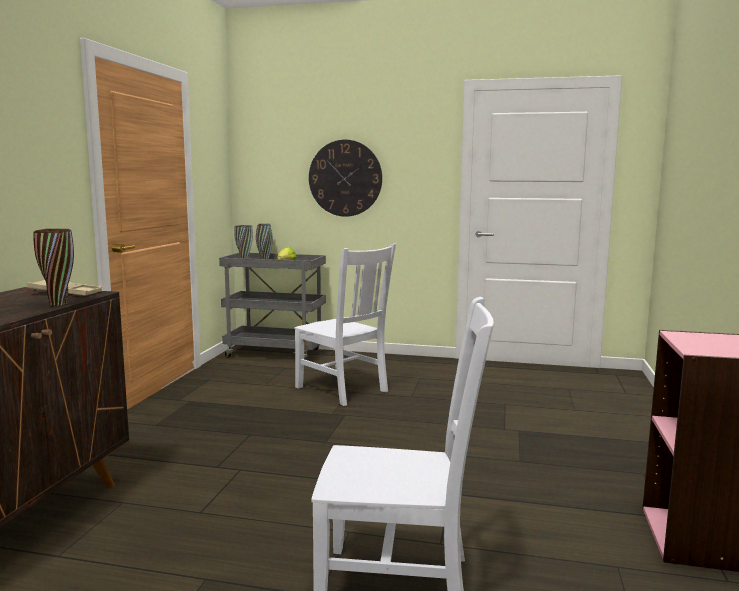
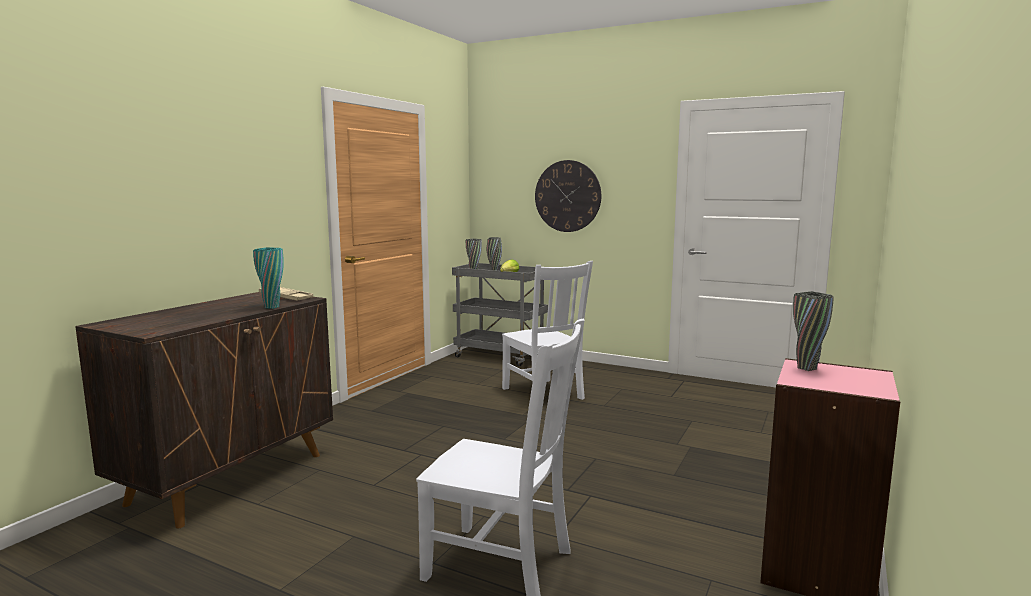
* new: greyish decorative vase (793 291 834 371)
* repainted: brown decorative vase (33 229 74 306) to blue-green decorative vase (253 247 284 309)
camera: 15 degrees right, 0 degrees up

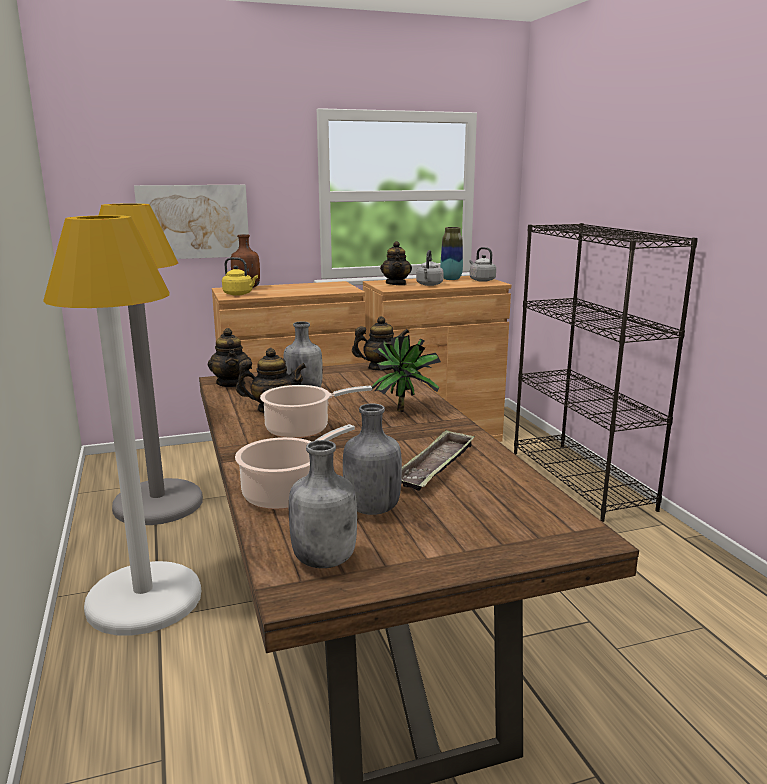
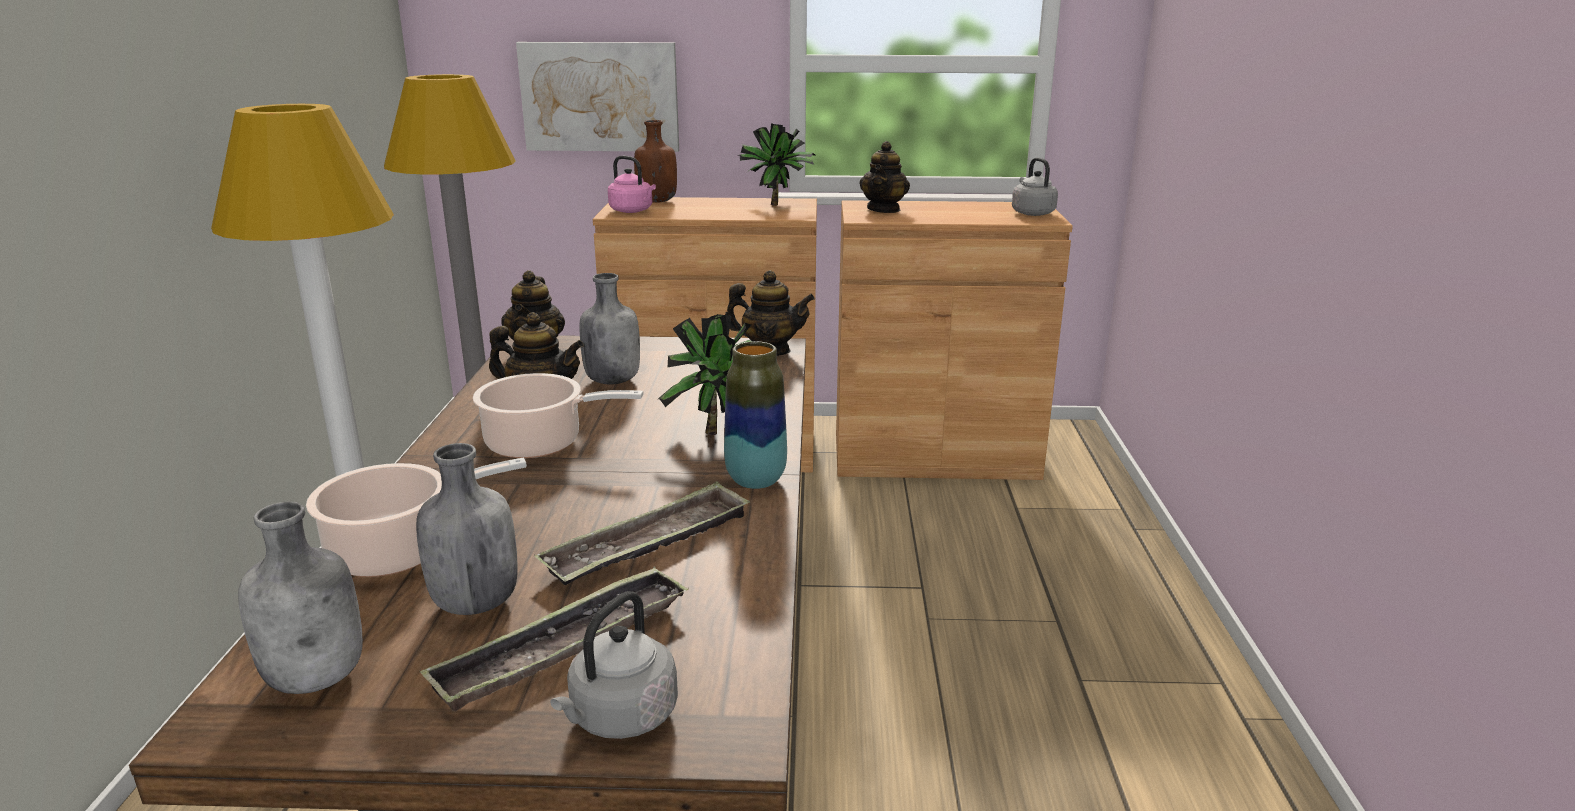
* gone: black bookcase (514 223 698 522)
* new: carrying tray (420 566 689 711)
* new: houseplant (737 123 816 206)
* shifted: greyish tea kettle (416 250 444 286) to (550 591 678 739)
* shifted: decorative vase (440 227 463 280) to (724 341 787 489)
* repainted: yellow-coloured tea kettle (222 257 258 296) to pink-coloured tea kettle (608 156 656 213)
camera: 20 degrees right, 5 degrees up

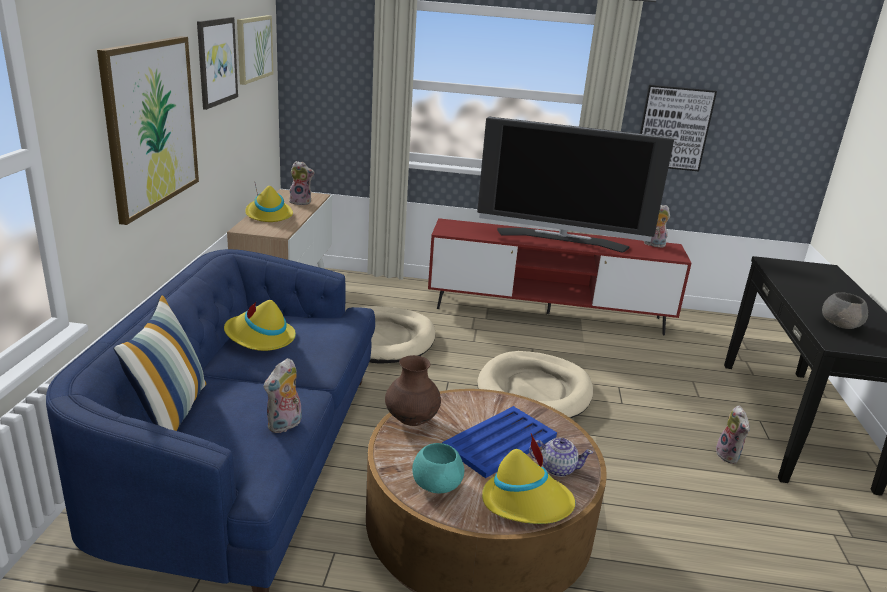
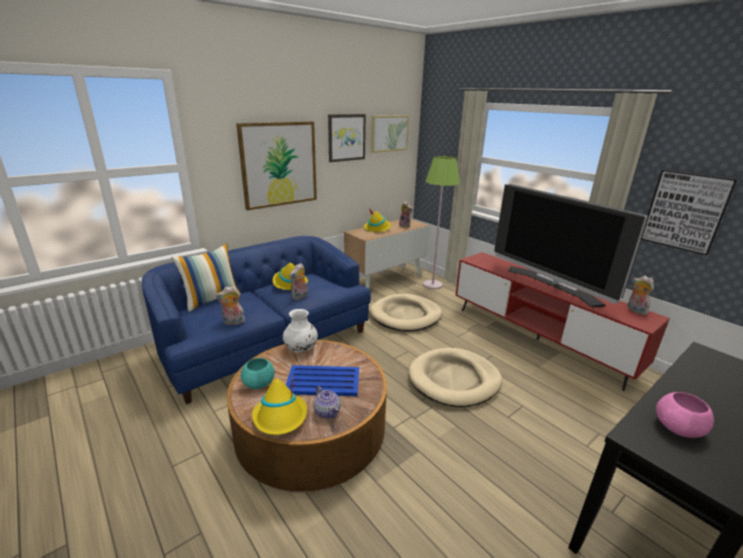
* new: green standing lamp (423 156 460 289)
* shifted: plush toy (716 406 750 464) to (289 263 308 300)
* repainted: brown decorative vase (385 355 441 426) to whitish decorative vase (283 309 318 353)
* repainted: greyish bowl (822 292 868 329) to pink-coloured bowl (656 392 714 438)
camera: 45 degrees right, 0 degrees up

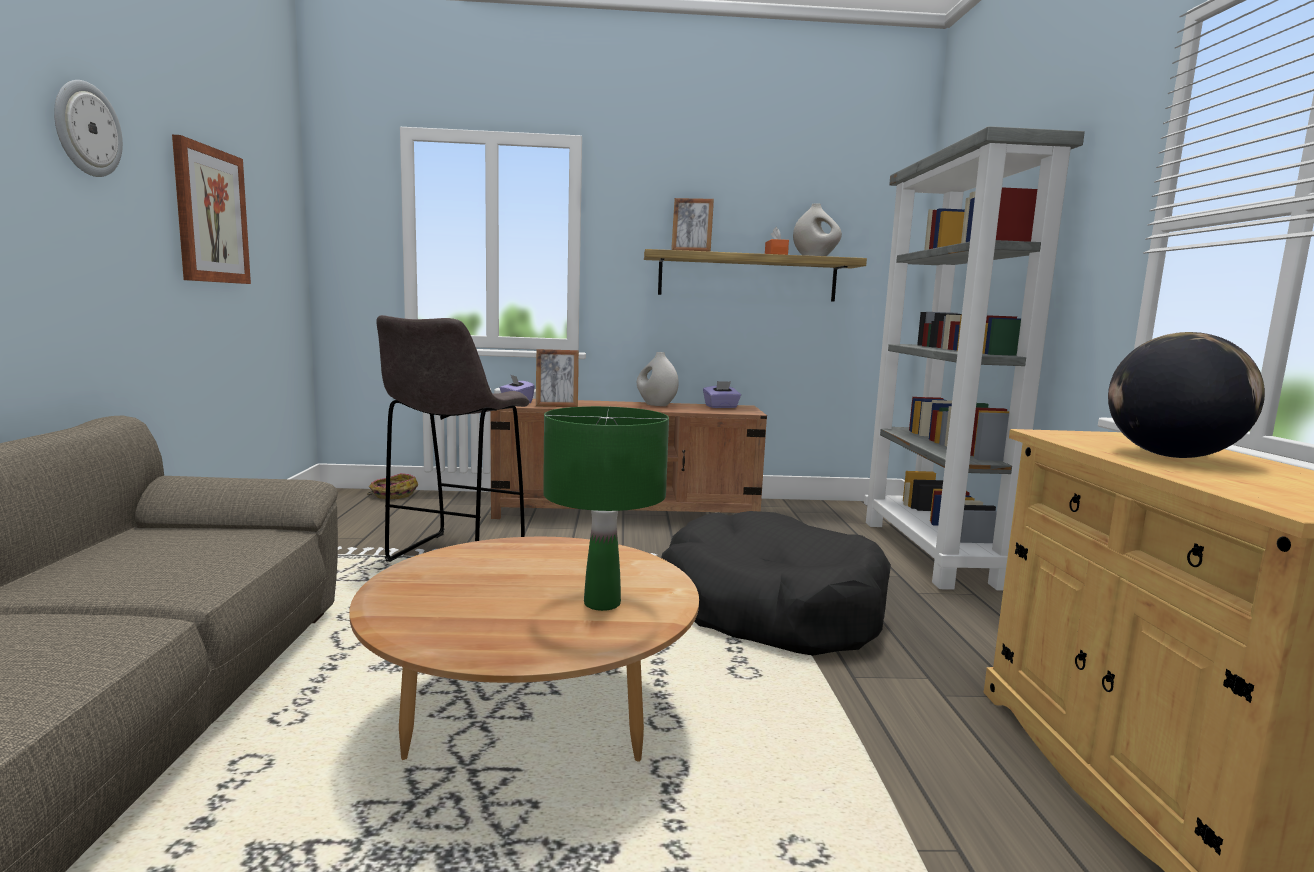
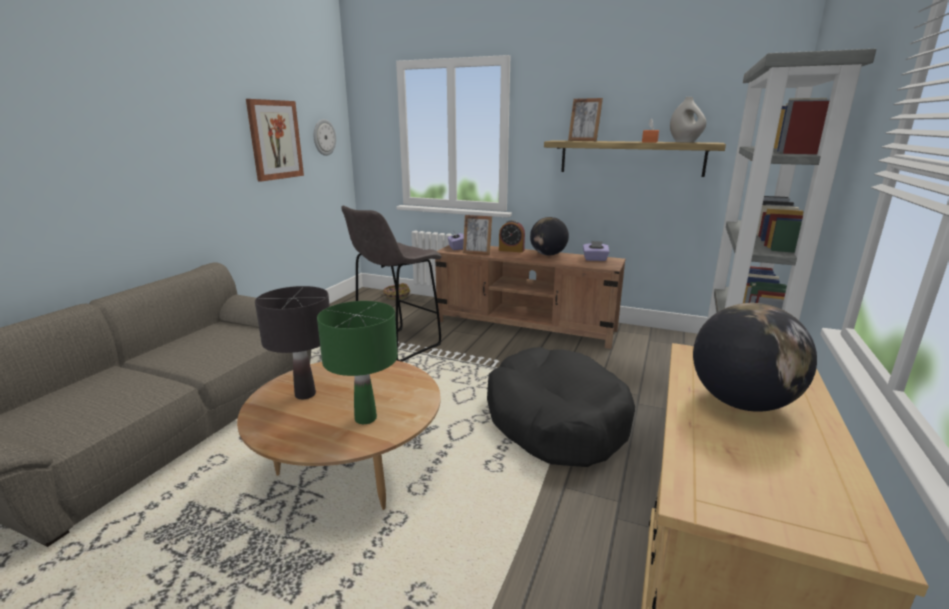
* new: black tabletop lamp (255 286 330 399)
* new: bedside clock (499 220 525 253)
* shifted: hanging clock (54 80 123 177) to (314 119 336 156)
* swapped: whitish decorative vase (637 352 679 406) to world globe (530 217 569 256)
camera: 25 degrees right, 10 degrees up

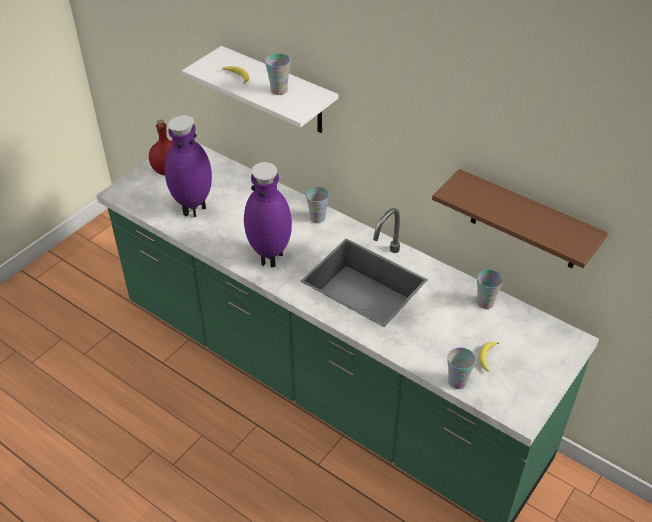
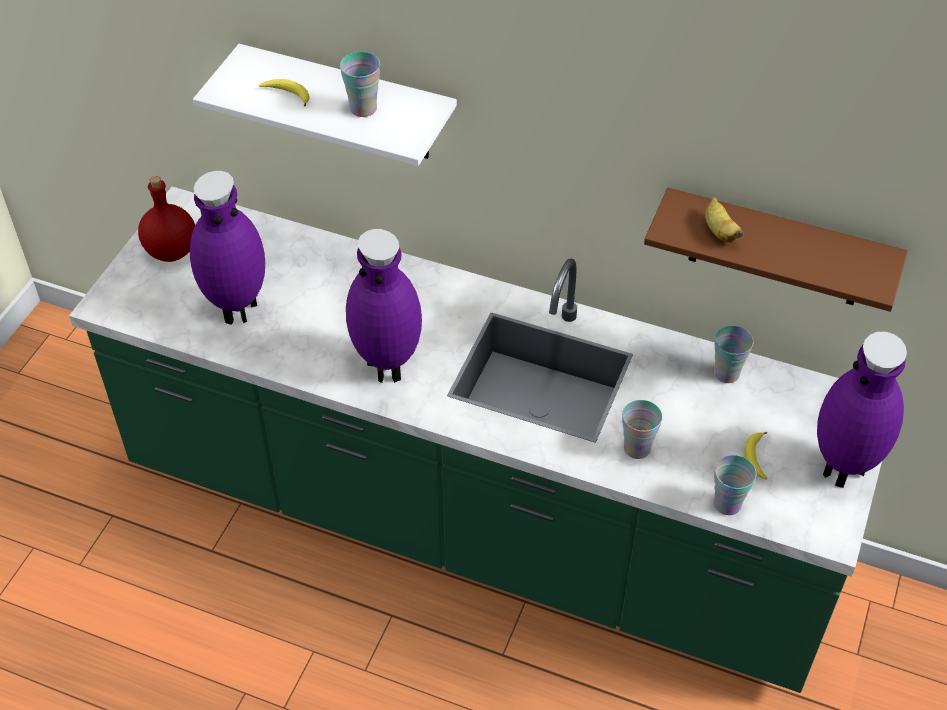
* new: banana fruit (705 197 743 243)
* new: purple-coloured decorative vase (817 332 907 488)
* shifted: small cup (306 187 329 223) to (622 400 662 459)
camera: 15 degrees left, 5 degrees up

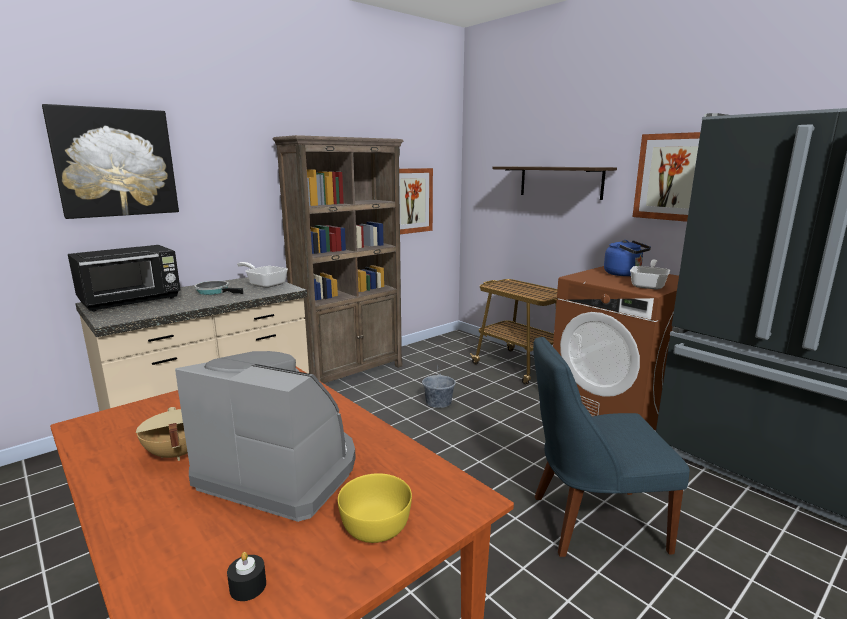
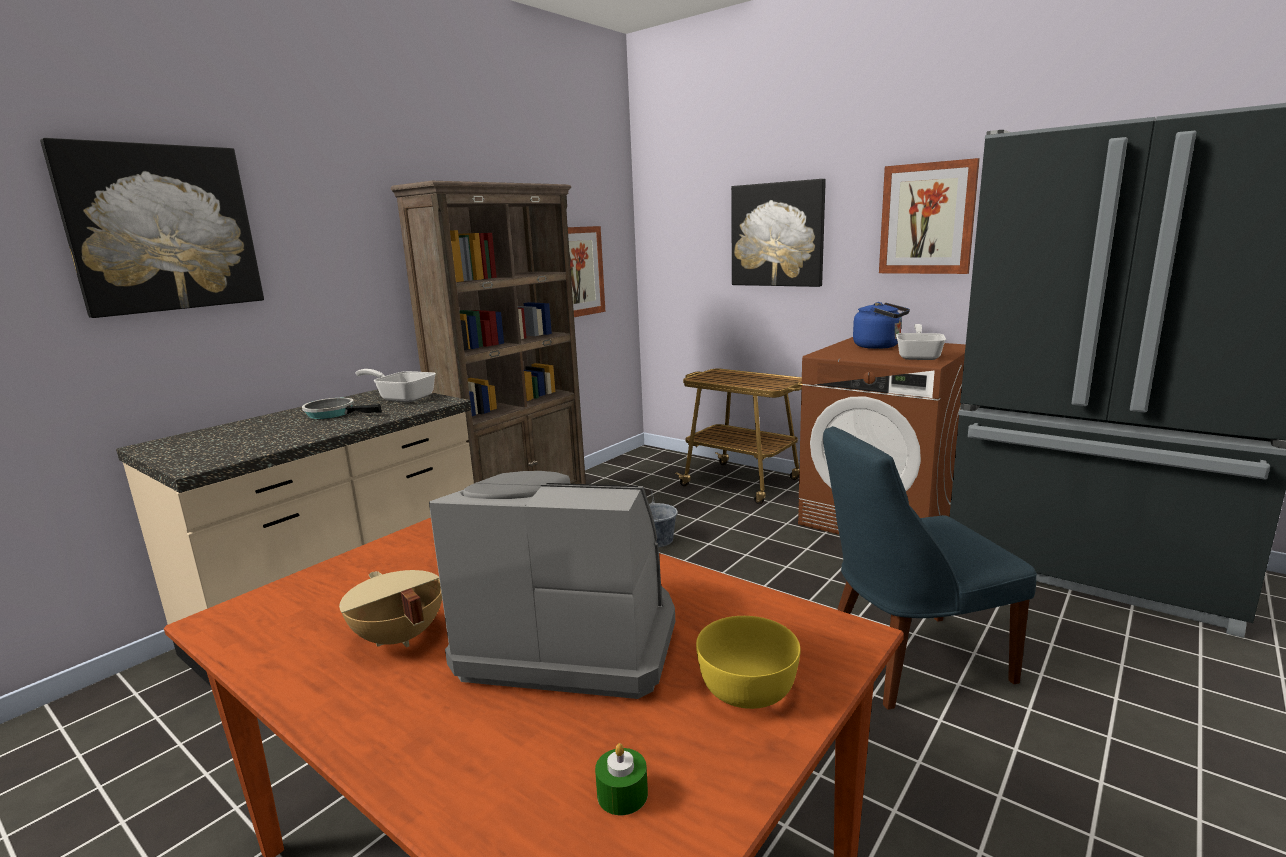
* gone: black microwave oven (68 245 181 312)
* swapped: wall shelf (492 166 617 200) to wall art (731 179 826 287)
* repainted: black wax candle (227 552 266 601) to green wax candle (595 743 648 815)
camera: 10 degrees left, 0 degrees up

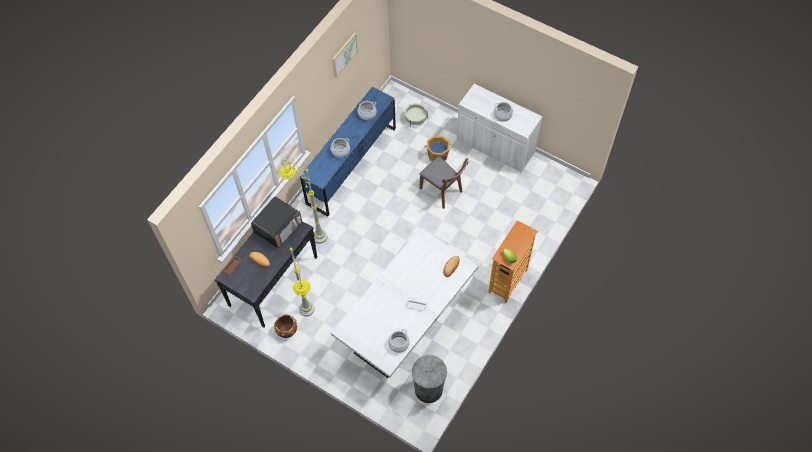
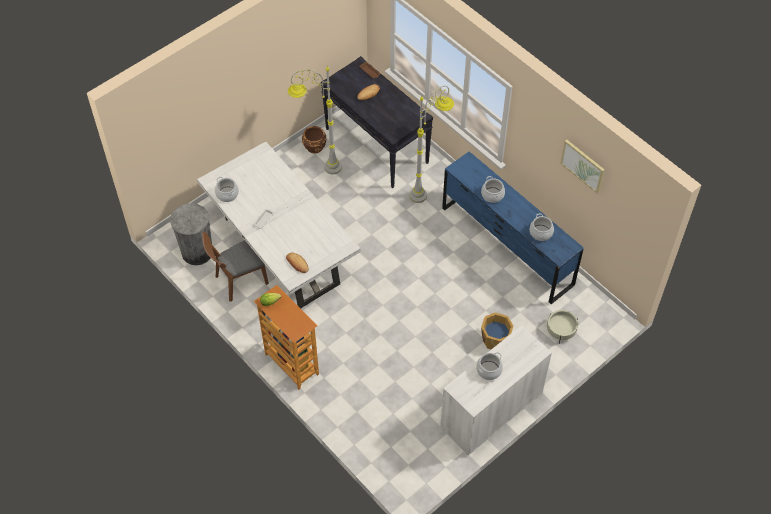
* gone: microwave oven (251 197 302 248)
* shifted: brown upright chair (419 157 469 209) to (202 232 269 302)
camera: 105 degrees right, 5 degrees down

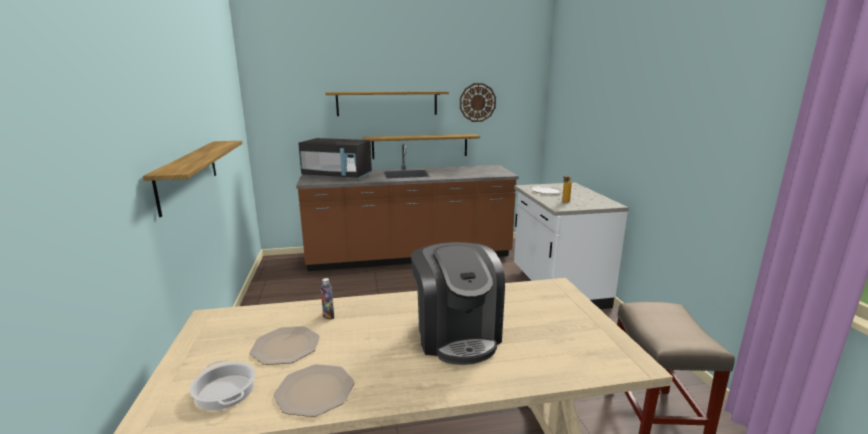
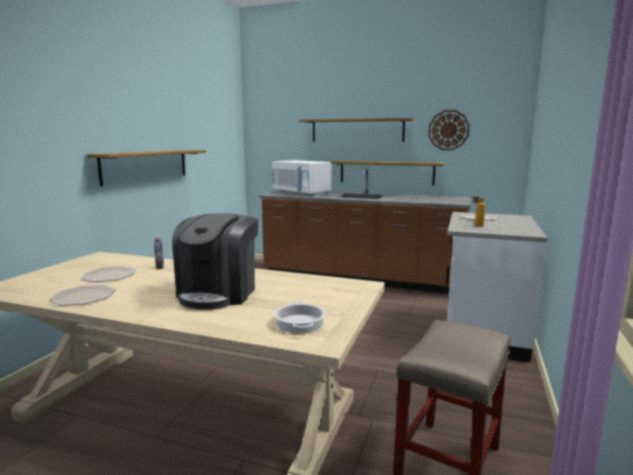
* shifted: stockpot (190 361 255 410) to (274 301 326 333)
* repainted: black microwave oven (298 138 372 180) to whitish microwave oven (272 160 332 196)
camera: 30 degrees right, 5 degrees down

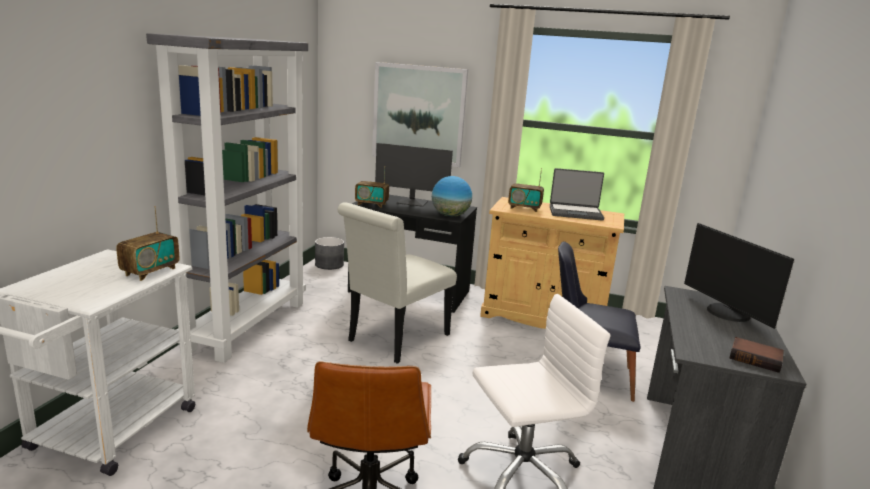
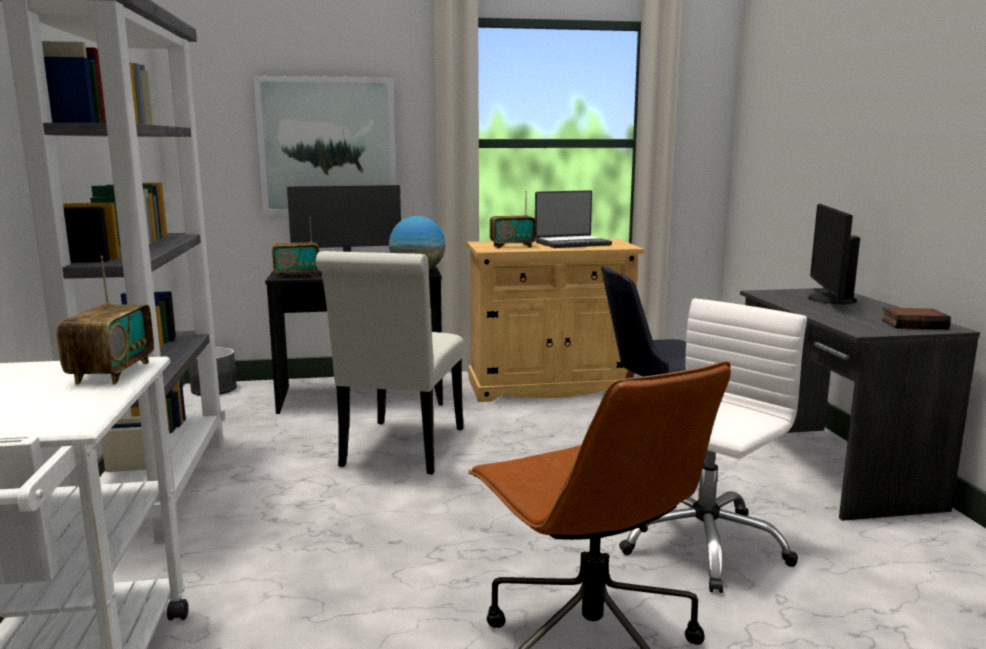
* rotated: computer screen (684 223 794 329) = (808 204 860 304) 60 degrees clockwise
camera: 25 degrees left, 5 degrees down

